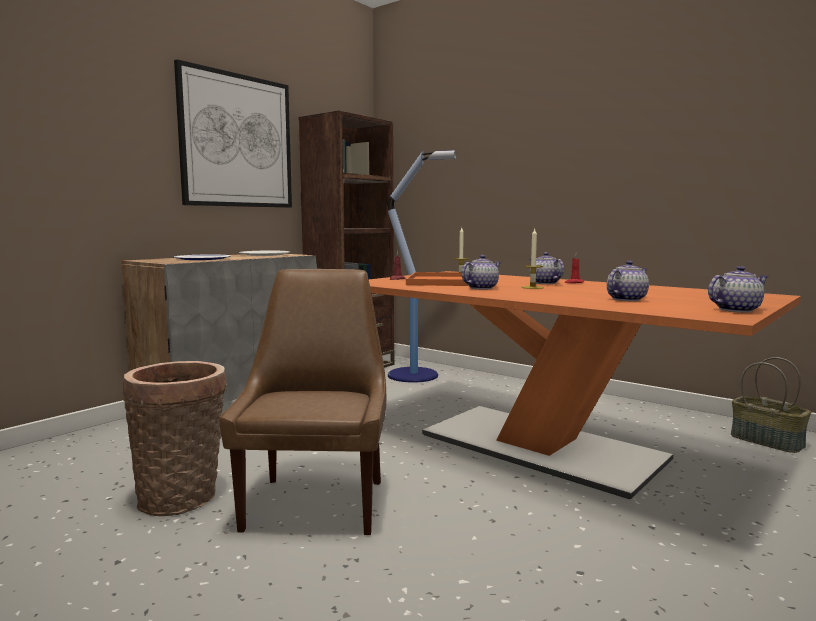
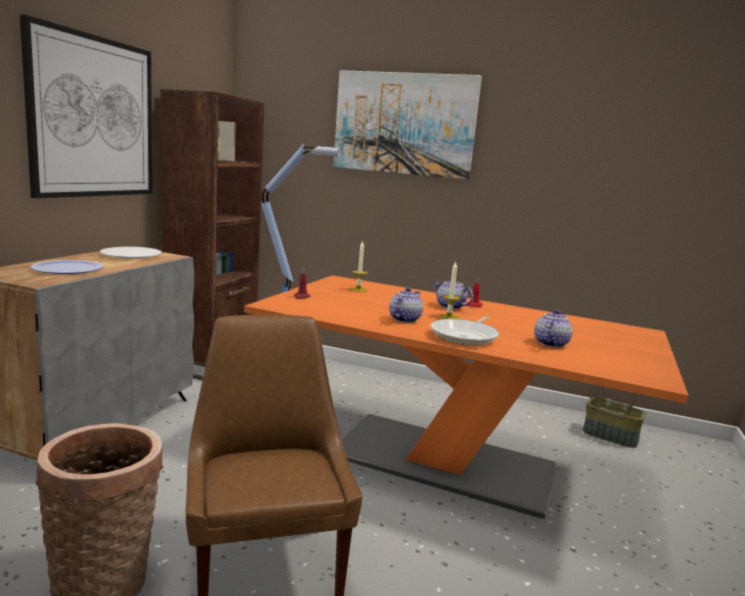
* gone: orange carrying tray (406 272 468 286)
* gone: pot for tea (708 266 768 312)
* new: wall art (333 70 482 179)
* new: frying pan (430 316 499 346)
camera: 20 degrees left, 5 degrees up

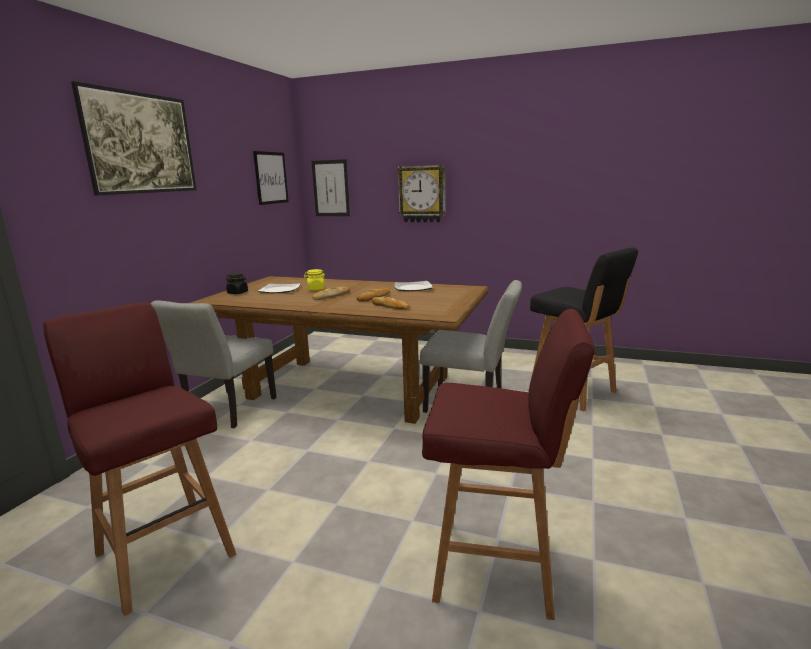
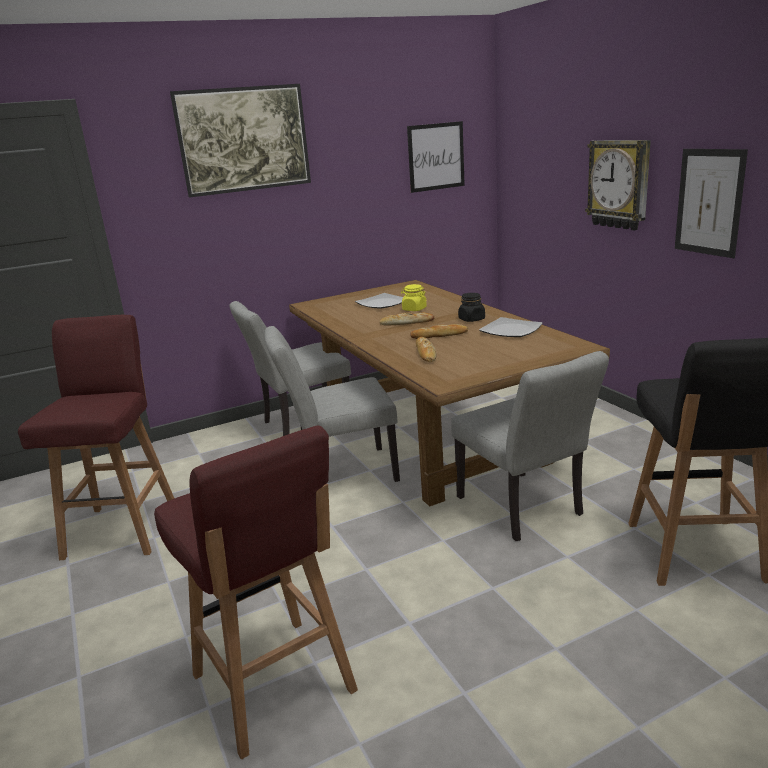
* new: greyish upright chair (265 326 400 482)
* shifted: black jar (226 273 248 294) to (458 293 485 322)
* shifted: wall art (312 159 350 216) to (675 149 748 258)
camera: 45 degrees right, 5 degrees up

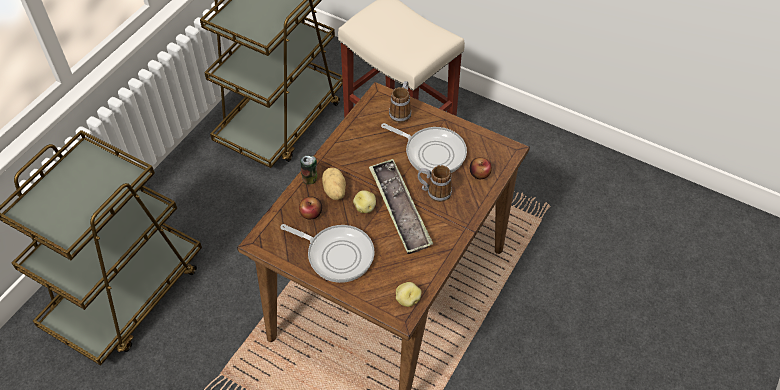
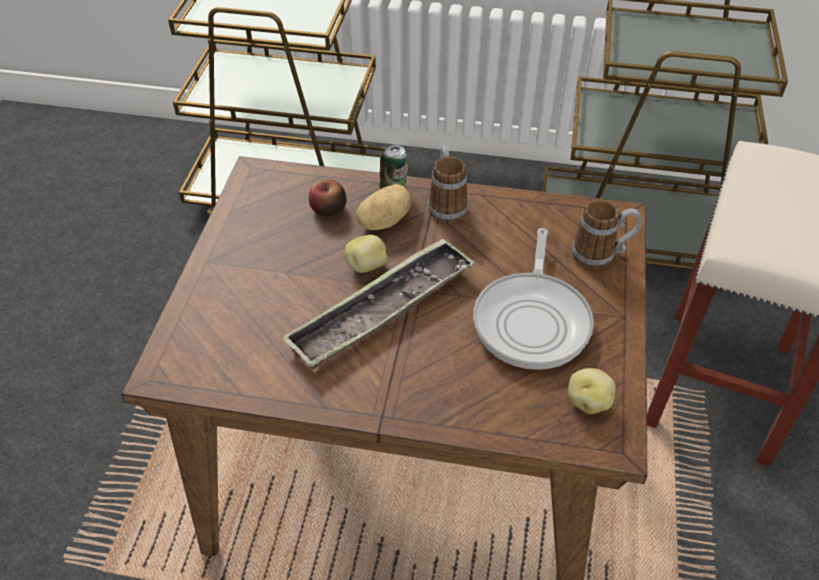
* gone: frying pan (280 224 374 283)
* gone: apple (470 157 492 179)
* shifted: spud (396 282 422 307) to (568 368 616 414)
* shifted: mug (418 165 452 202) to (428 147 468 222)
camera: 70 degrees right, 5 degrees down

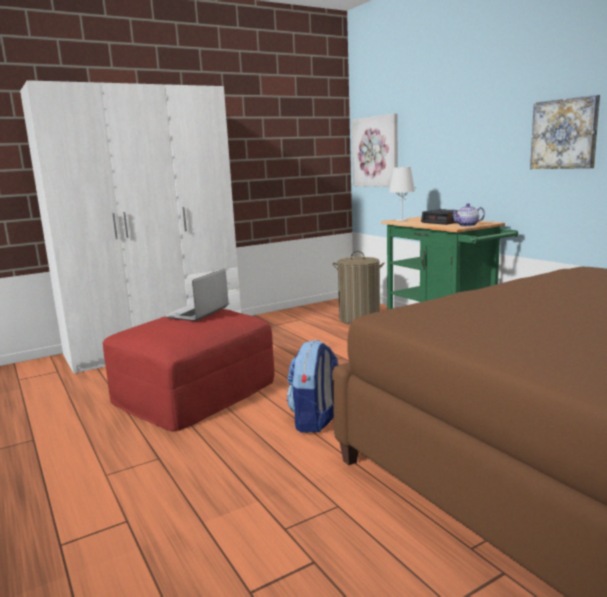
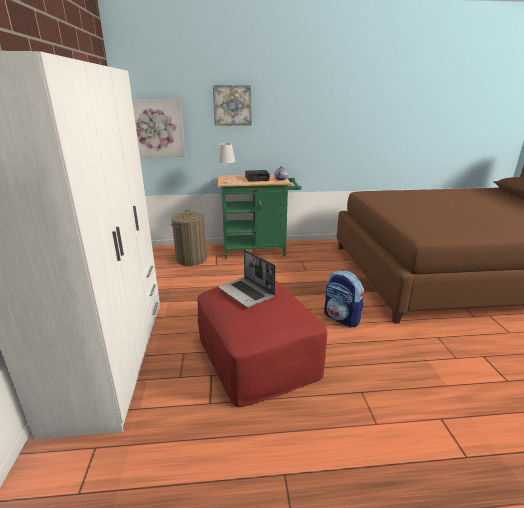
* shifted: wall art (530 95 600 169) to (213 85 252 126)
camera: 65 degrees left, 10 degrees up

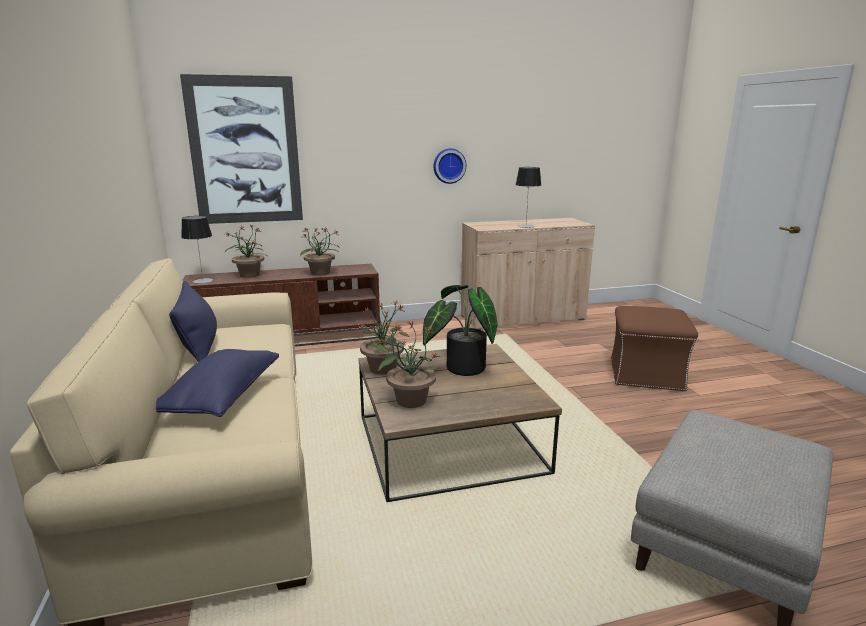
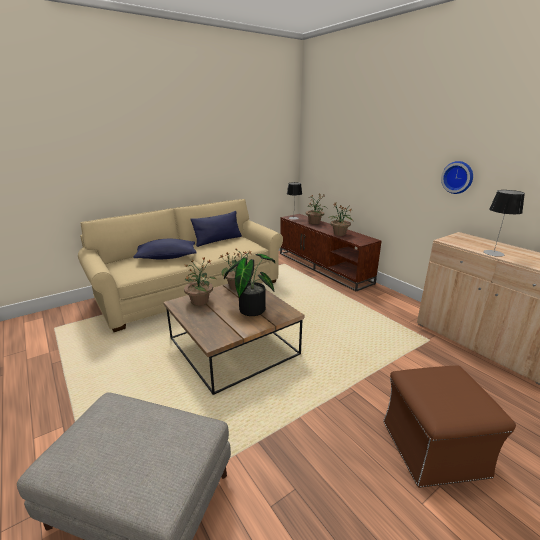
* gone: wall art (180 74 303 224)
camera: 70 degrees right, 5 degrees up

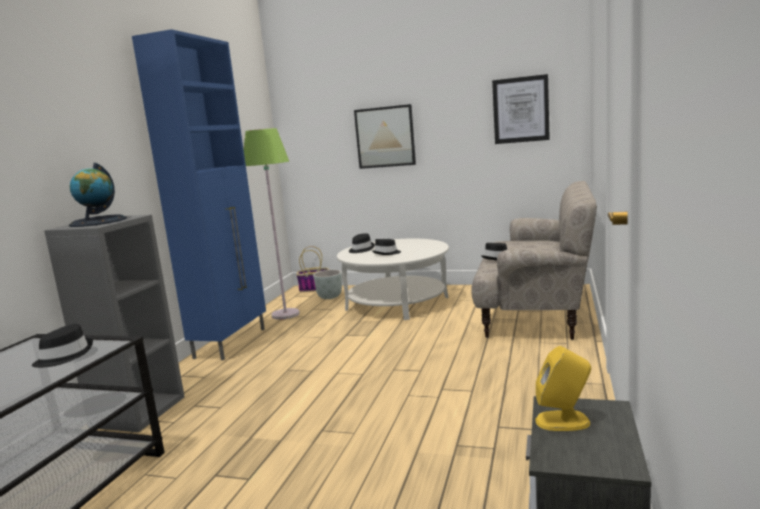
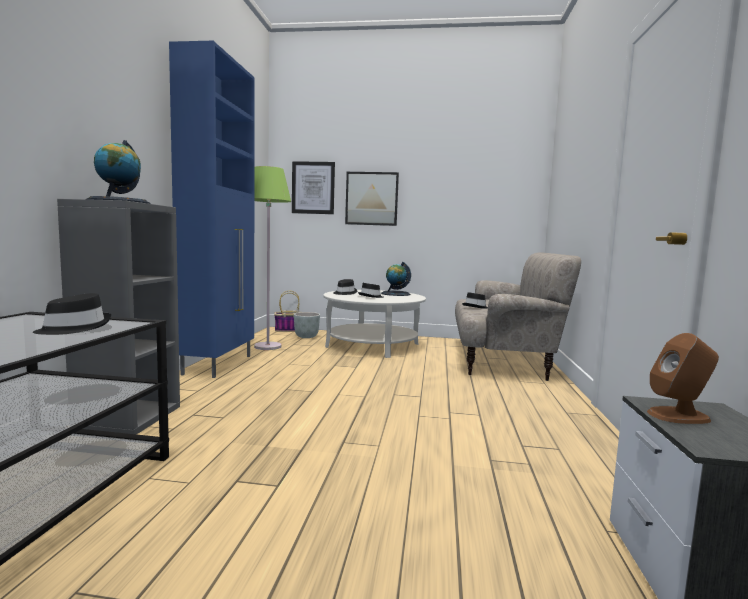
* new: world globe (381 262 411 296)
* shifted: wall art (492 74 550 144) to (292 161 335 214)
* repainted: yellow-coloured audio speaker (535 346 591 431) to brown audio speaker (647 333 719 424)
camera: 10 degrees left, 5 degrees down

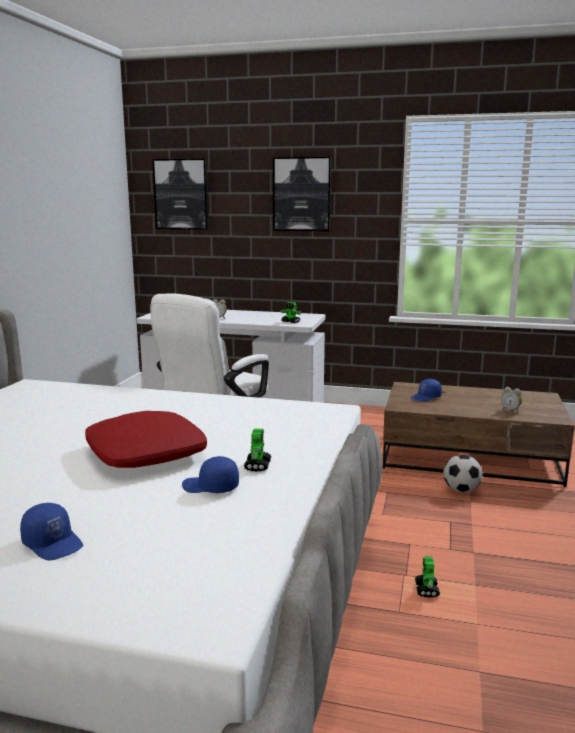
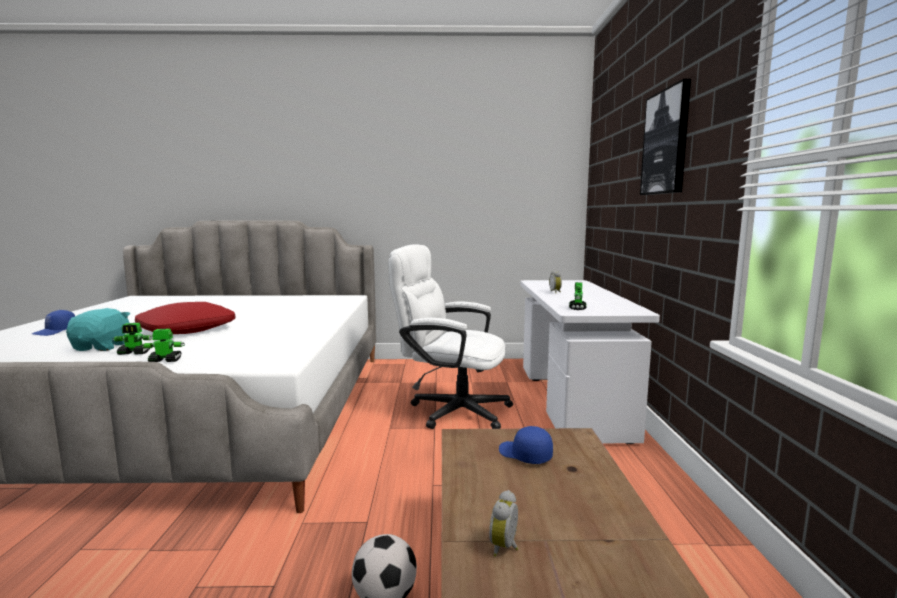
* gone: wall art (153 159 209 230)
* shifted: model robot (415 556 440 598) to (142 329 185 362)
* swapped: blue-coloured peaked cap (182 456 239 493) to blue-green plush toy (66 308 130 351)
camera: 75 degrees right, 5 degrees down

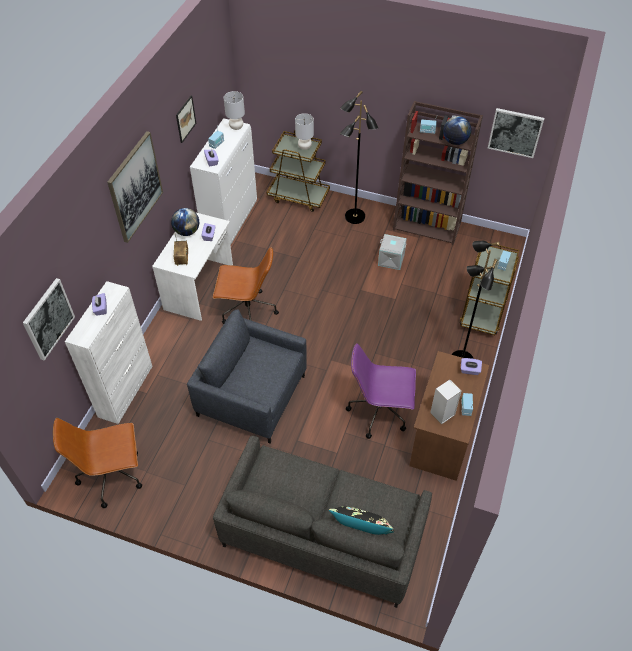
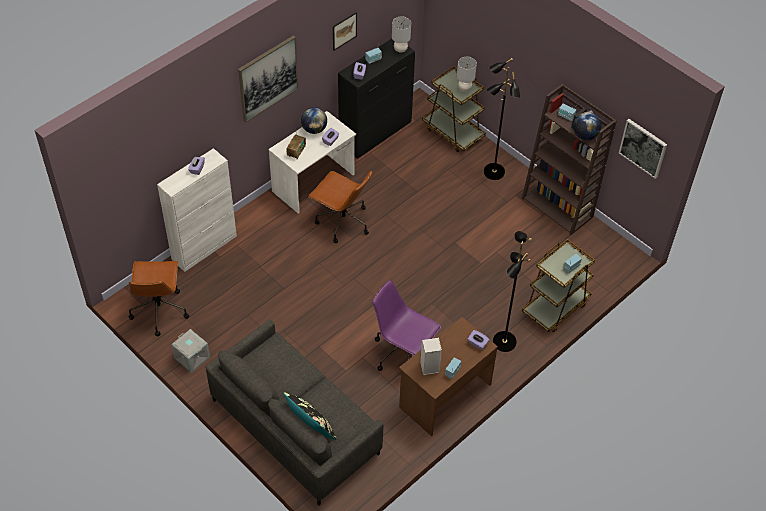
* gone: wall art (23 278 75 361)
* gone: greyish easy chair (187 310 307 443)
* shifted: greyish storage box (378 234 407 270) to (171 329 210 373)
* repainted: whitish cupboard (190 118 257 245) to black cupboard (338 39 415 159)
* rotated: brown desk chair (53 418 142 508) = (129 261 189 337) 105 degrees counterclockwise
camera: 25 degrees right, 0 degrees up

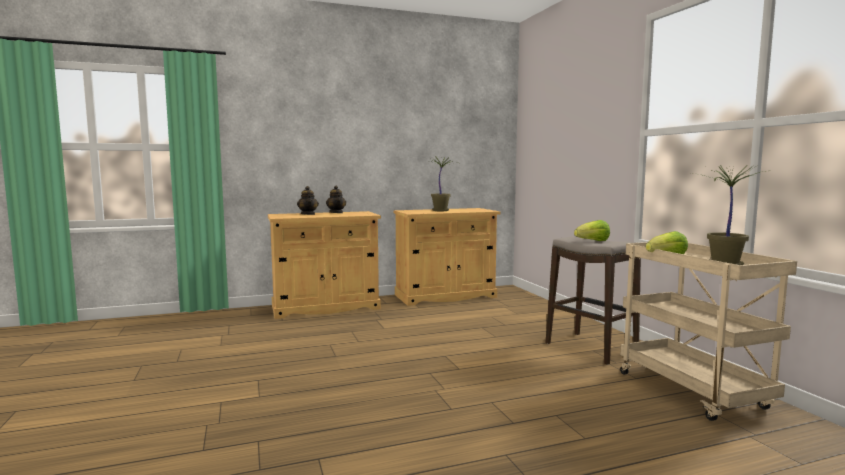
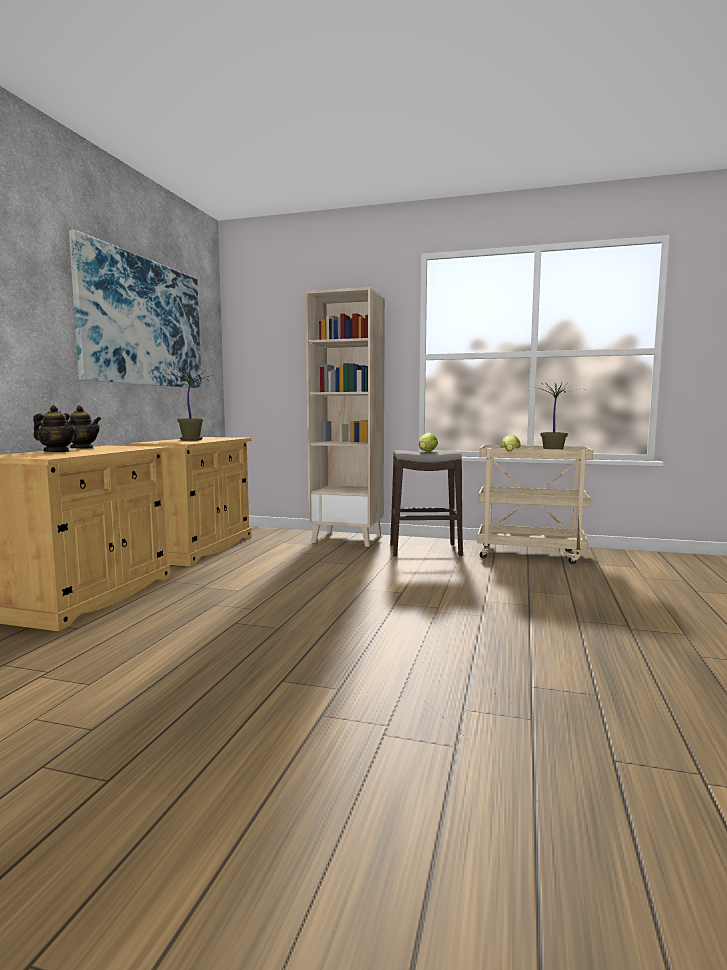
* new: wall art (69 230 202 388)
* new: beige-coloured bookcase (305 287 385 547)
camera: 55 degrees left, 0 degrees up

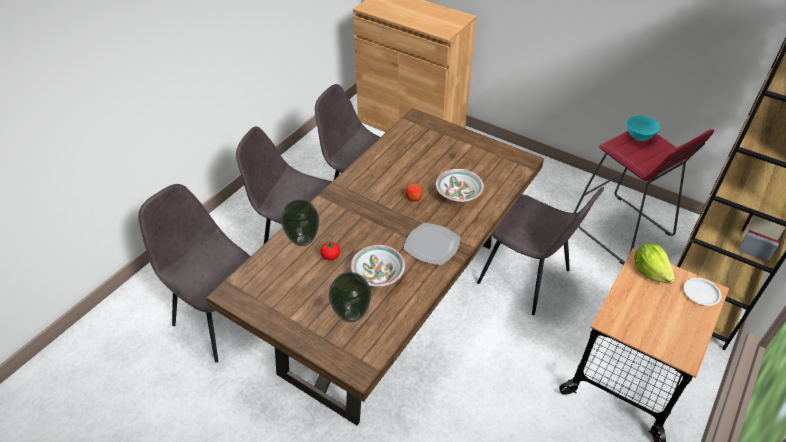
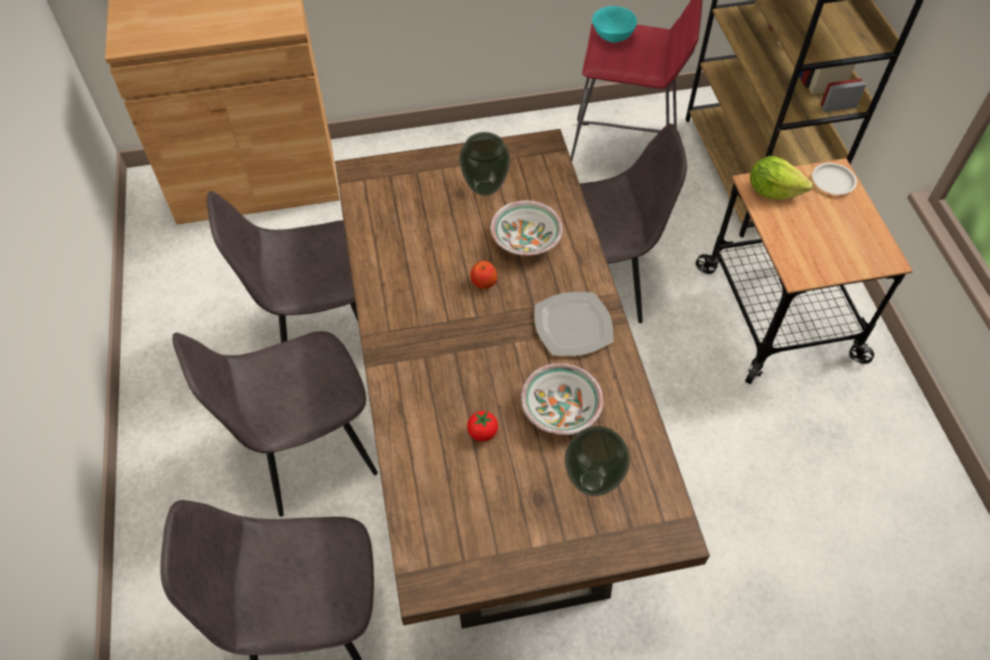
* shifted: decorative vase (281 200 320 246) to (459 132 510 196)
camera: 45 degrees left, 10 degrees up

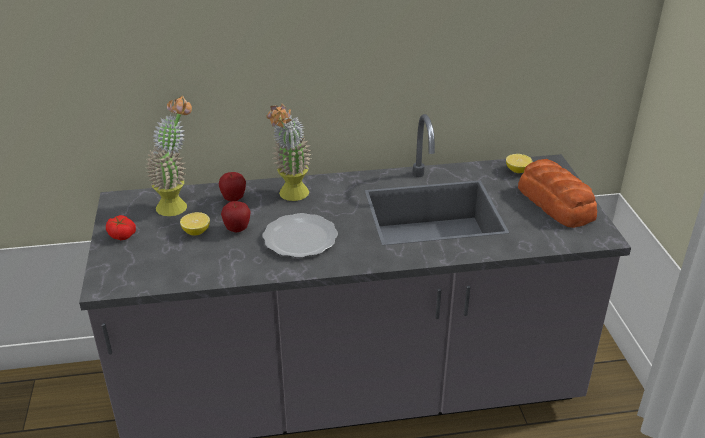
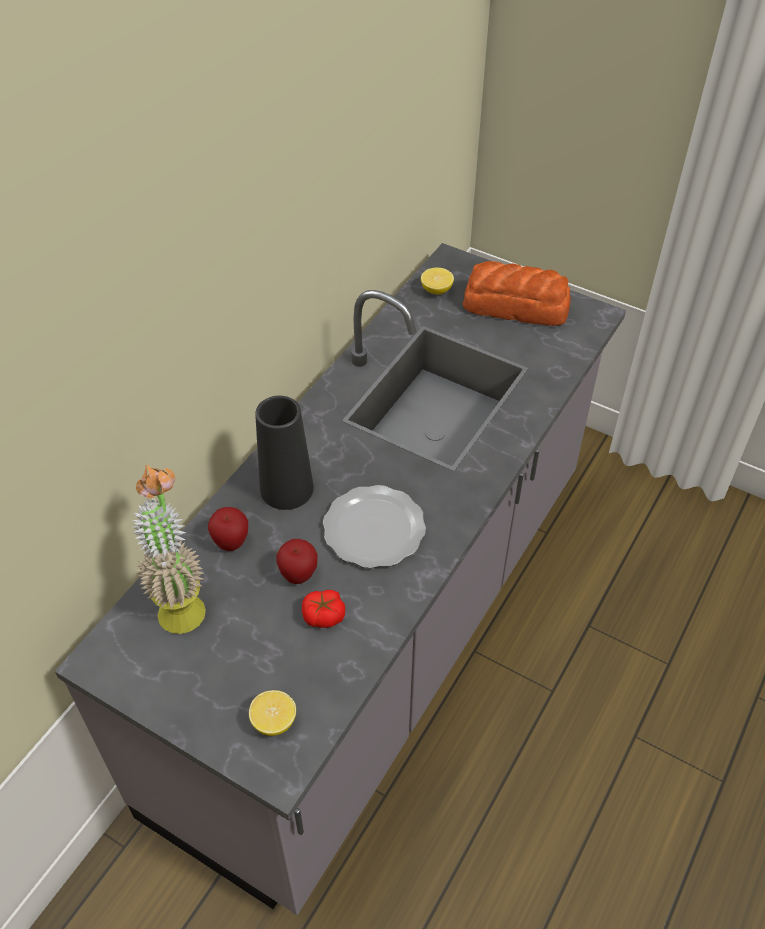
* shifted: fresh tomato (106 215 136 240) to (302 590 345 628)
* shifted: citrus fruit (180 212 210 236) to (249 690 296 736)
* swapped: houseplant (266 104 312 201) to black decorative vase (255 396 314 510)
camera: 50 degrees left, 15 degrees up

